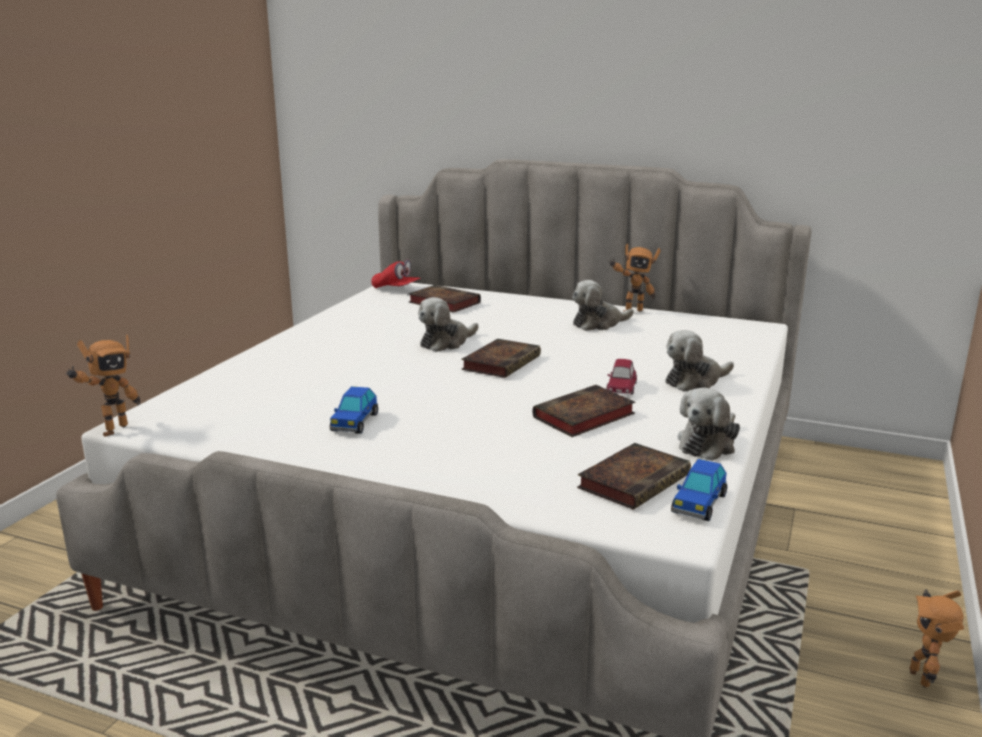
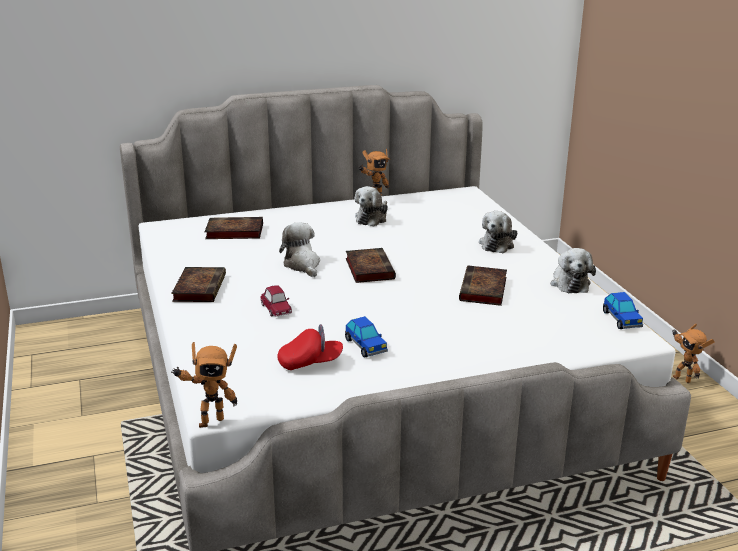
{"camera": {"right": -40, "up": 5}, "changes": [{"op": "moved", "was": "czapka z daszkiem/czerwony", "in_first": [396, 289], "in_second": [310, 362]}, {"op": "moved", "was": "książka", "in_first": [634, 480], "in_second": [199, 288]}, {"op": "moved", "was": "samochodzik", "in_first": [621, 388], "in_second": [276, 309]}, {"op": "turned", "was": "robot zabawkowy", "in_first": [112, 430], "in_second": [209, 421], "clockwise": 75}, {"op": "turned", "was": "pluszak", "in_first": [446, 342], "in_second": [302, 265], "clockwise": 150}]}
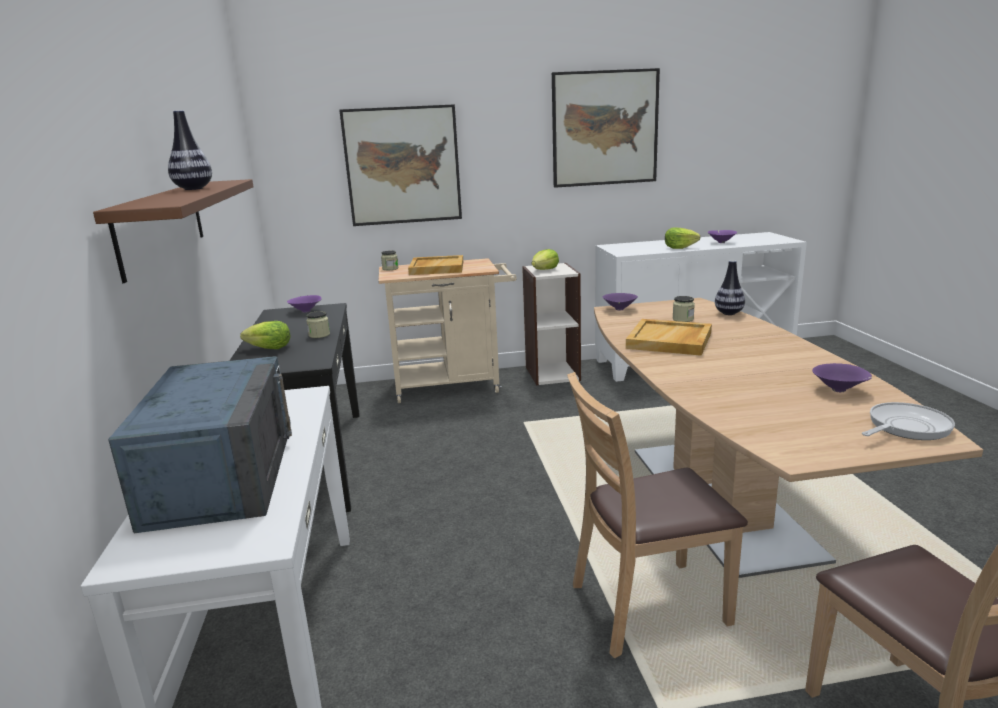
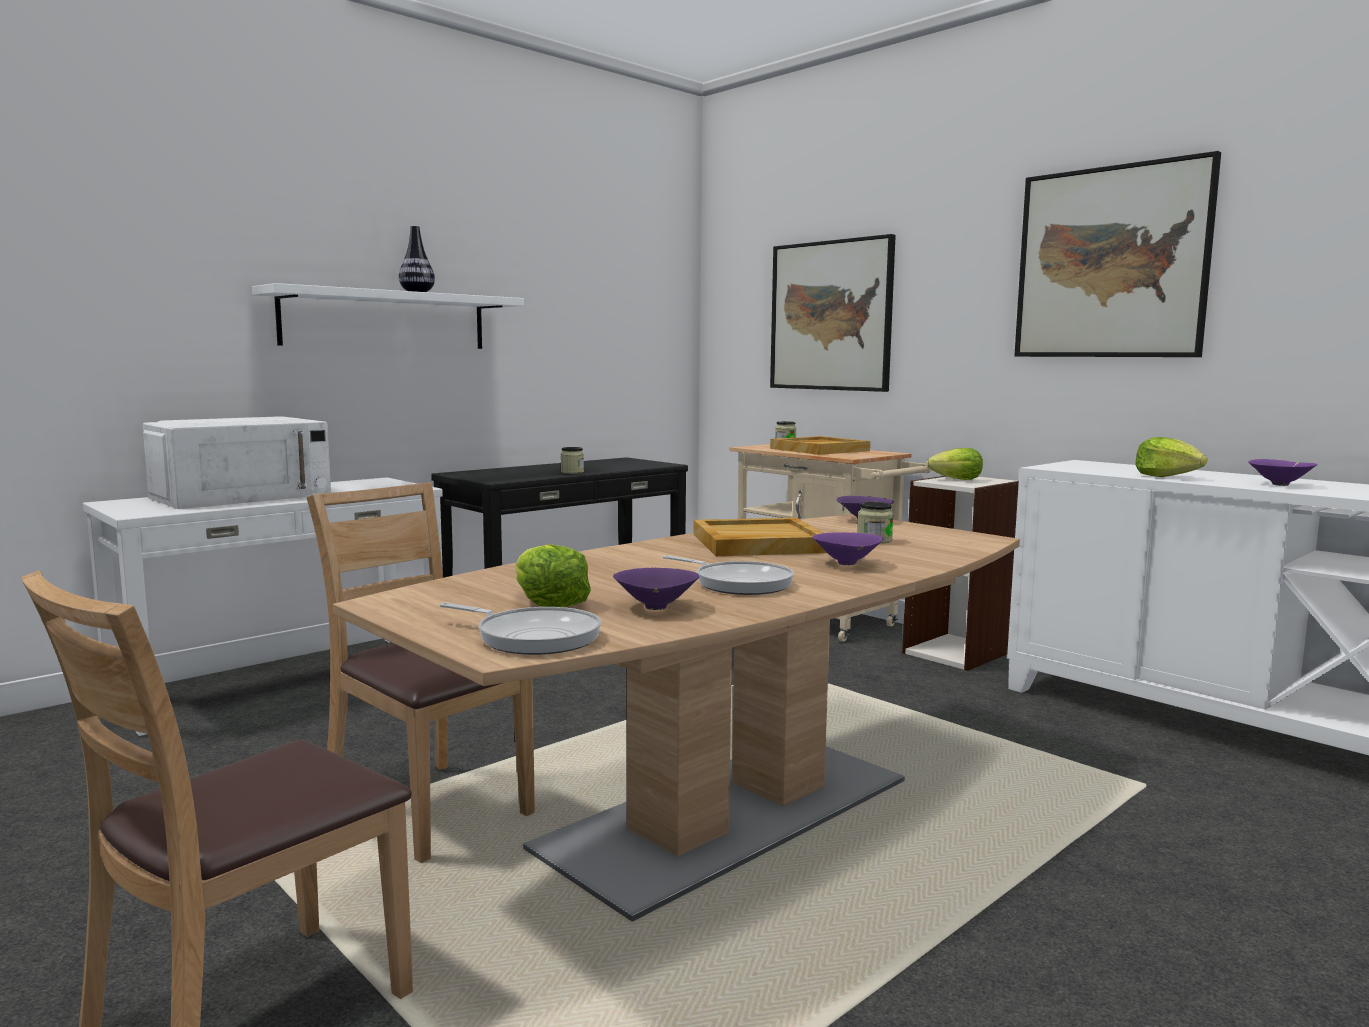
{"camera": {"right": 55, "up": -10}, "changes": [{"op": "removed", "was": "wazon", "in_first": [729, 313]}, {"op": "added", "now": "patelnia", "in_second": [738, 583]}, {"op": "moved", "was": "sałata", "in_first": [269, 348], "in_second": [548, 603]}, {"op": "moved", "was": "miska/fioletowy", "in_first": [306, 311], "in_second": [847, 564]}, {"op": "recoloured", "was": "półka/brązowy", "now": "półka/biały", "in_first": [162, 225], "in_second": [386, 320]}, {"op": "recoloured", "was": "mikrofalówka/niebieski", "now": "mikrofalówka/biały", "in_first": [221, 474], "in_second": [243, 496]}]}
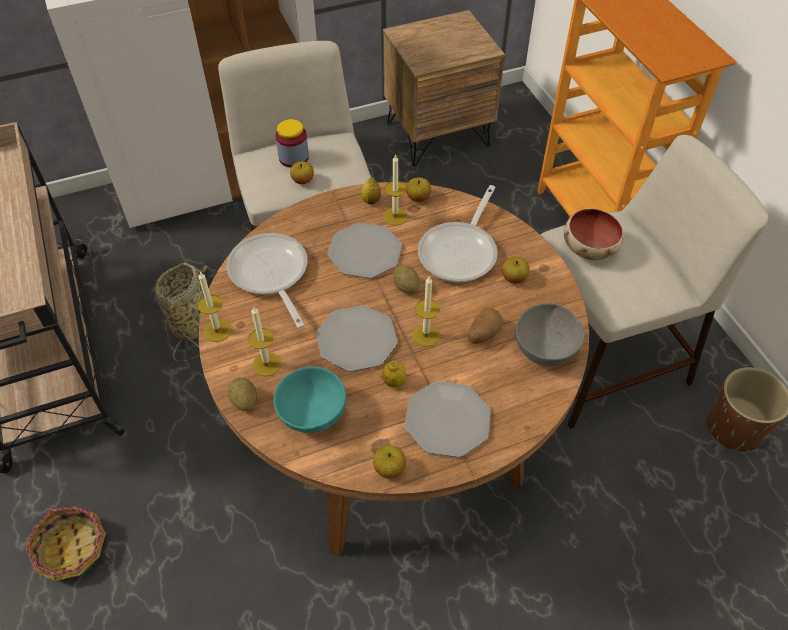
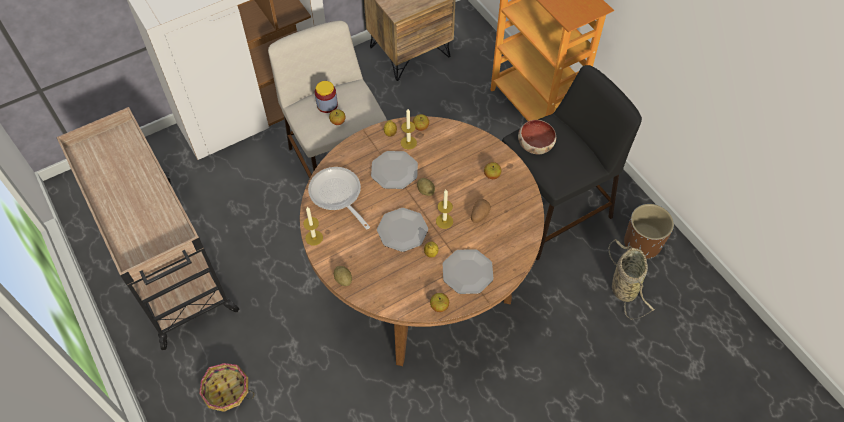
{"camera": {"right": -10, "up": 5}, "changes": [{"op": "removed", "was": "świeca", "in_first": [266, 364]}, {"op": "removed", "was": "miska/turkusowy", "in_first": [312, 415]}, {"op": "removed", "was": "patelnia", "in_first": [461, 251]}, {"op": "removed", "was": "miska/szary", "in_first": [546, 348]}, {"op": "moved", "was": "koszyk", "in_first": [192, 323], "in_second": [623, 286]}, {"op": "recoloured", "was": "stołek/beżowy", "now": "stołek/czarny", "in_first": [601, 363], "in_second": [551, 212]}]}
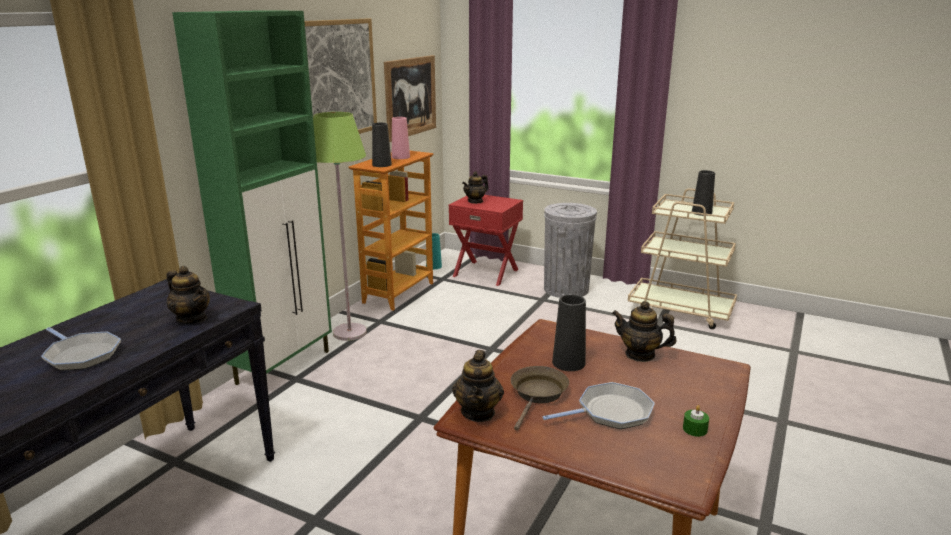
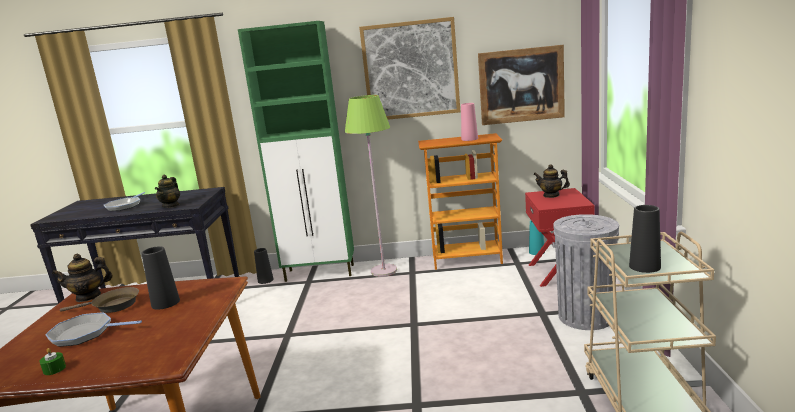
{"camera": {"right": 65, "up": -5}, "changes": [{"op": "removed", "was": "imbryk", "in_first": [640, 355]}, {"op": "moved", "was": "wazon/czarny", "in_first": [381, 165], "in_second": [265, 280]}, {"op": "turned", "was": "patelnia", "in_first": [610, 412], "in_second": [85, 333], "clockwise": 135}]}
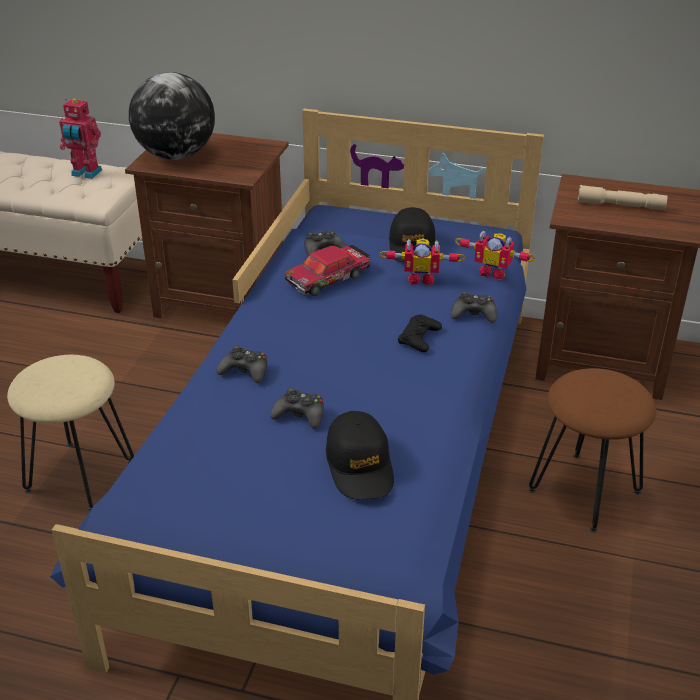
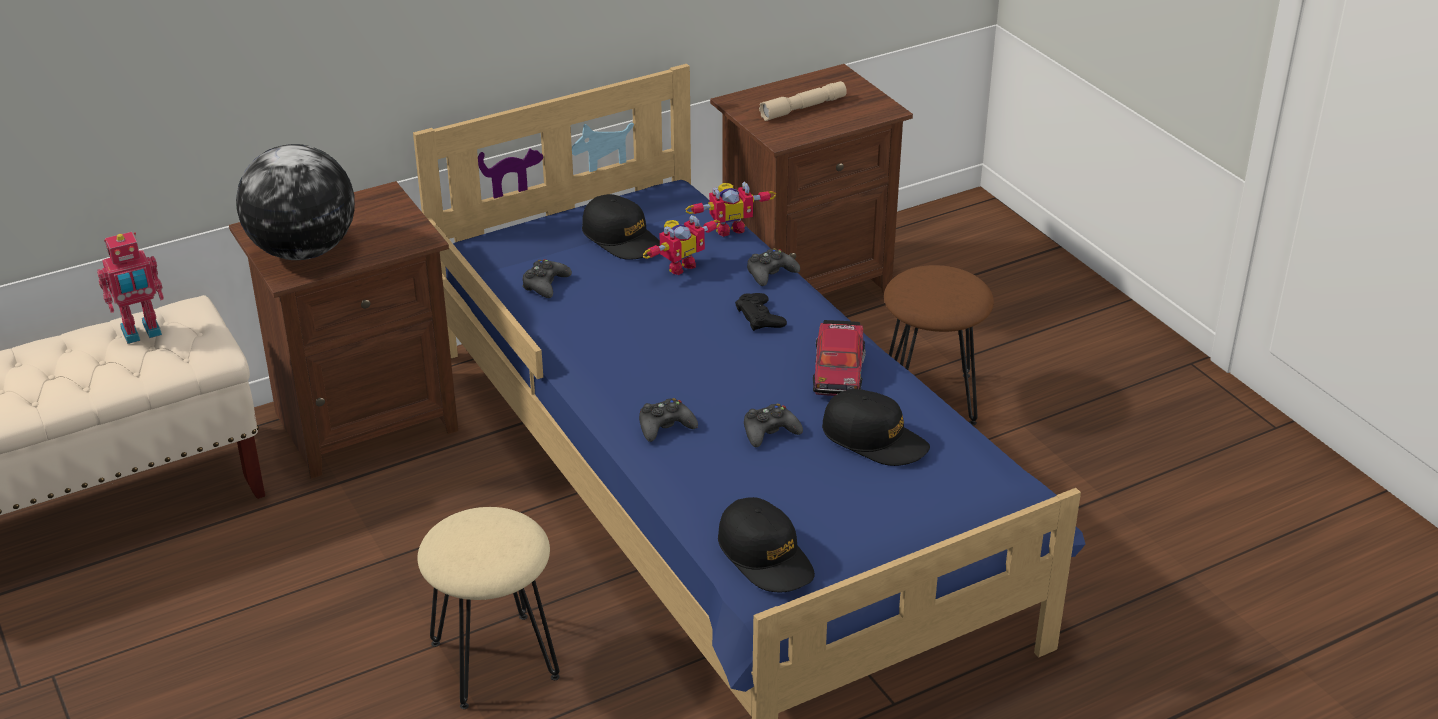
{"camera": {"right": -45, "up": 0}, "changes": [{"op": "added", "now": "czapka z daszkiem/czarny", "in_second": [766, 557]}, {"op": "moved", "was": "samochodzik", "in_first": [328, 278], "in_second": [839, 369]}]}
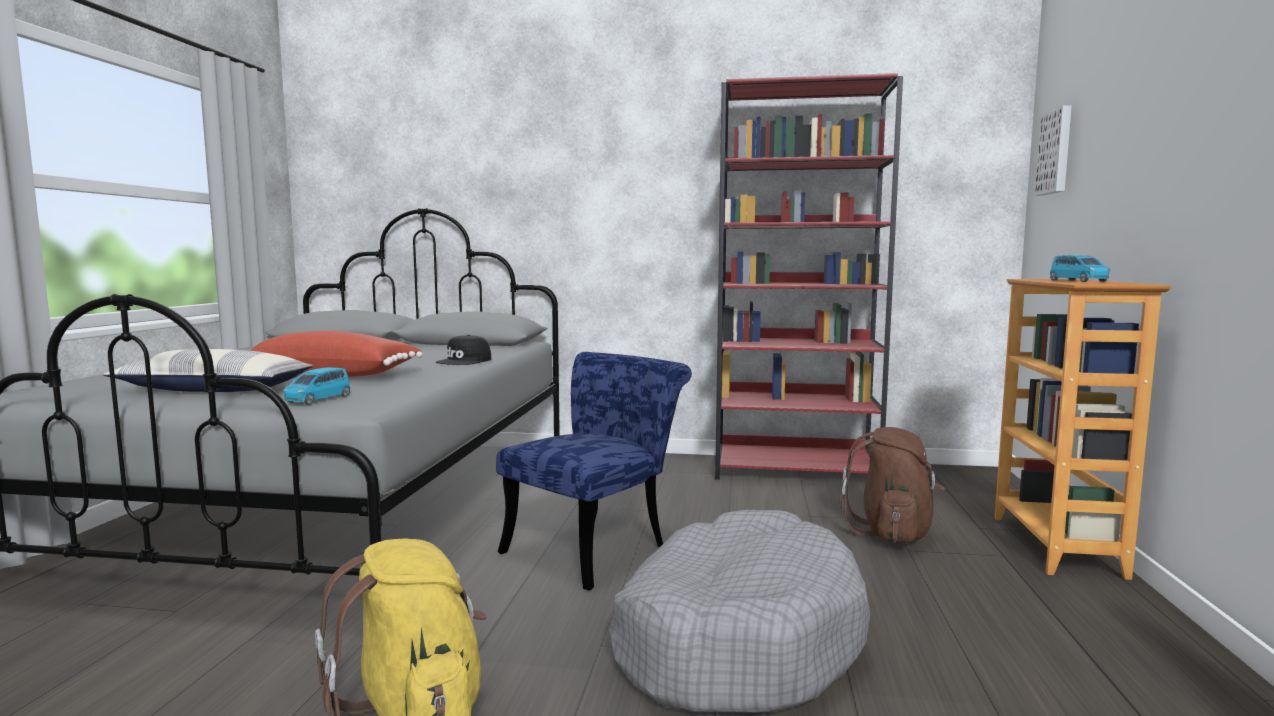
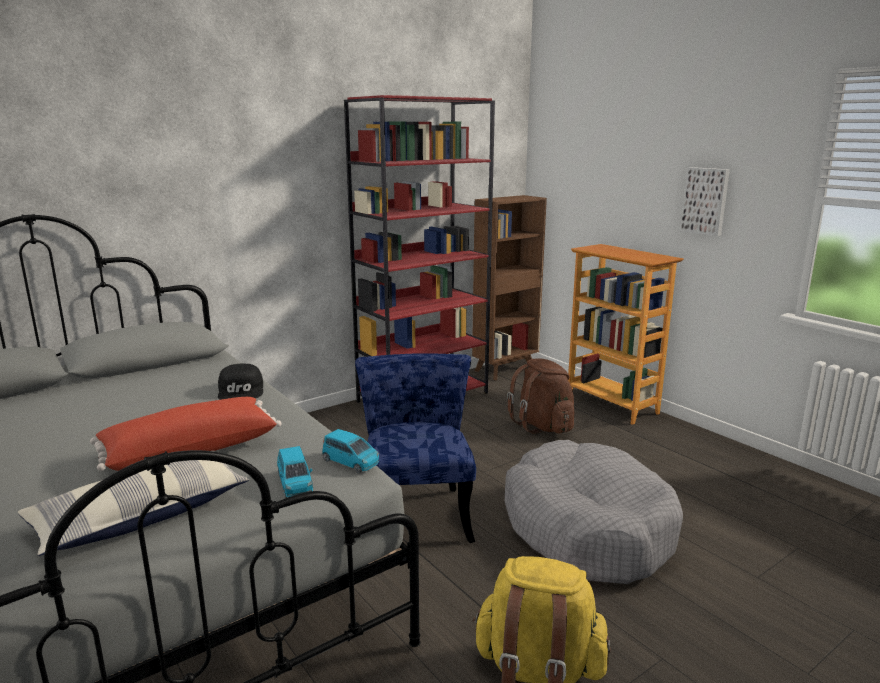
{"camera": {"right": -45, "up": 10}, "changes": [{"op": "added", "now": "regał/brązowy", "in_second": [506, 369]}, {"op": "moved", "was": "obraz", "in_first": [1056, 152], "in_second": [706, 201]}, {"op": "moved", "was": "samochodzik/niebieski", "in_first": [1078, 281], "in_second": [350, 462]}]}
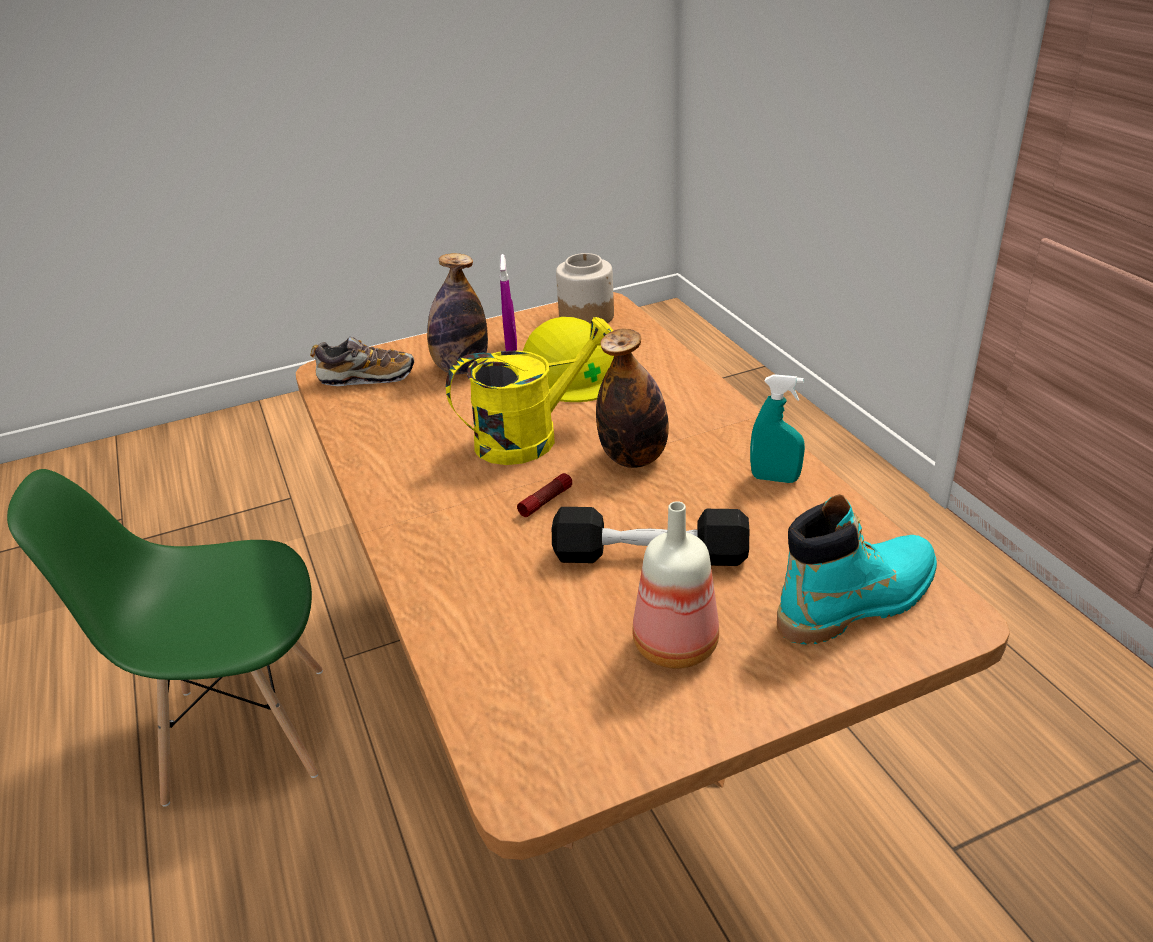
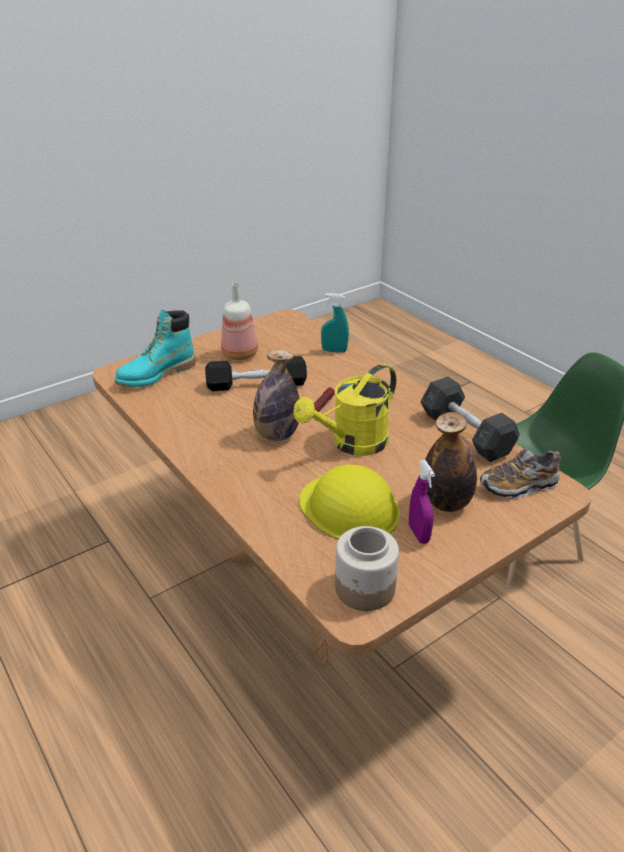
{"camera": {"right": 165, "up": 0}, "changes": [{"op": "added", "now": "hantel/szary", "in_second": [465, 433]}, {"op": "moved", "was": "spryskiwacz/turkusowy", "in_first": [775, 478], "in_second": [334, 351]}]}
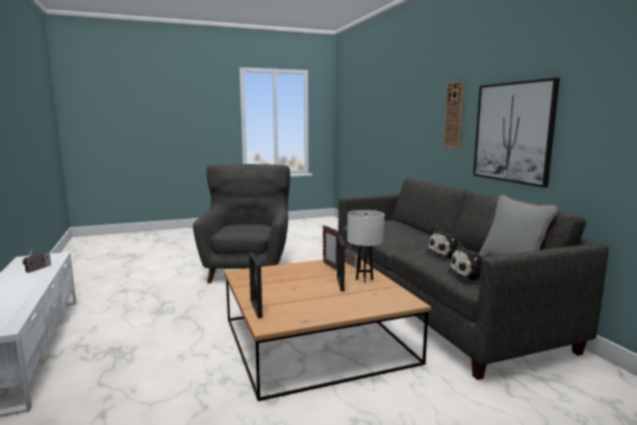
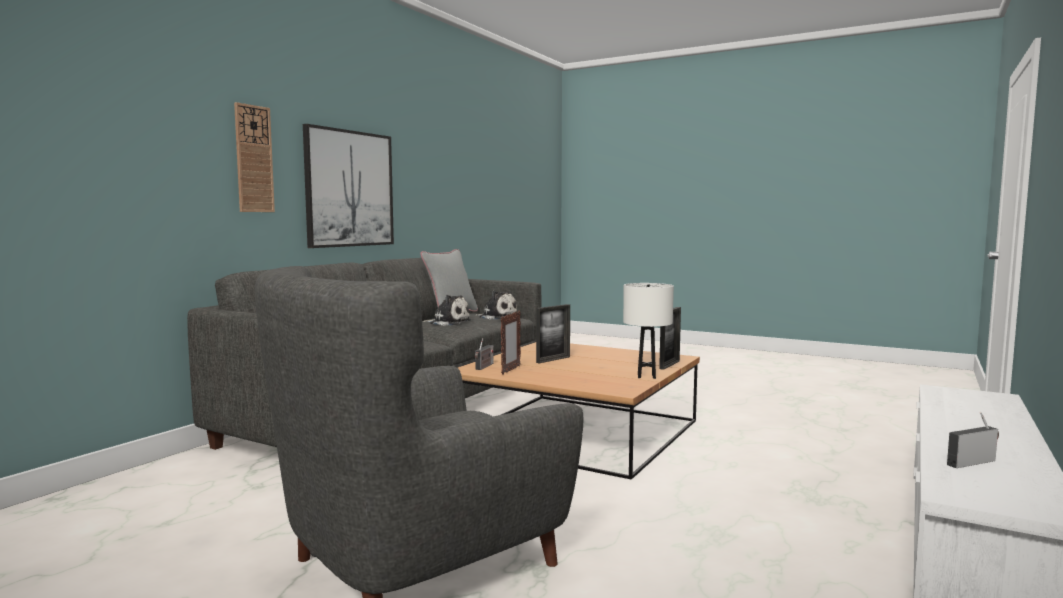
{"camera": {"right": -130, "up": -5}, "changes": [{"op": "moved", "was": "lampa stołowa/biały", "in_first": [364, 279], "in_second": [646, 376]}]}
